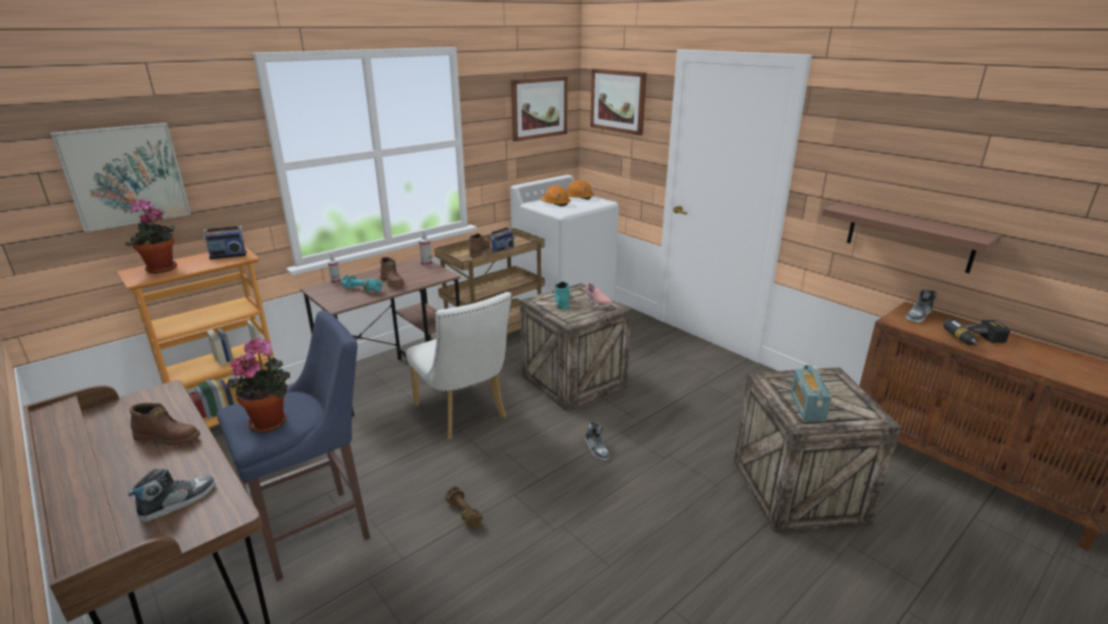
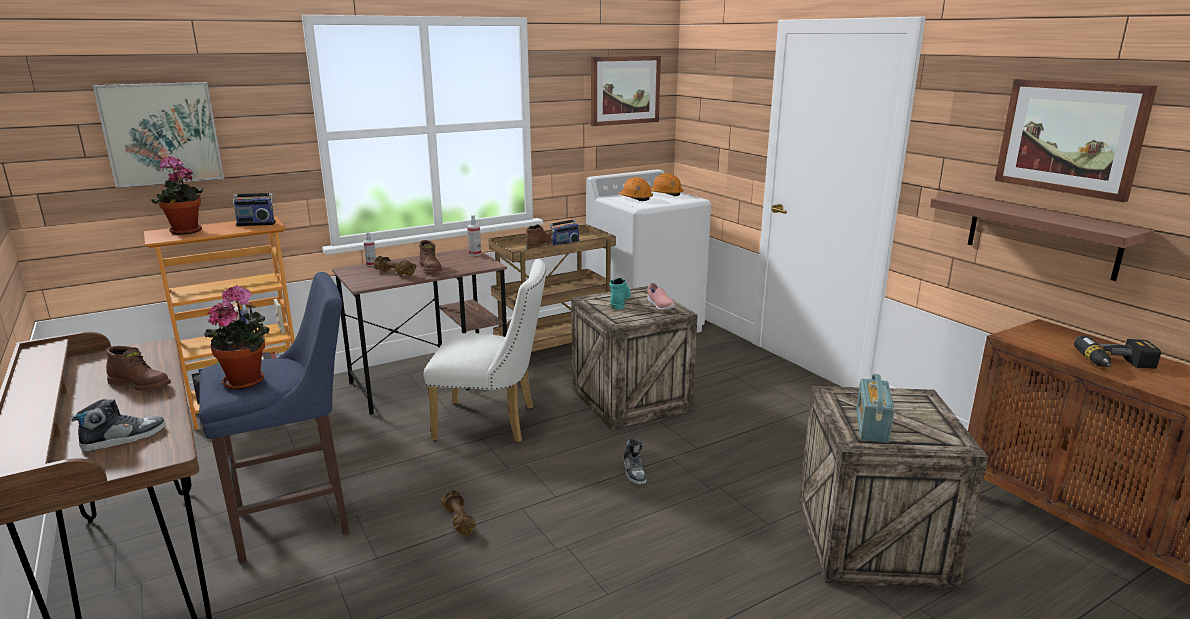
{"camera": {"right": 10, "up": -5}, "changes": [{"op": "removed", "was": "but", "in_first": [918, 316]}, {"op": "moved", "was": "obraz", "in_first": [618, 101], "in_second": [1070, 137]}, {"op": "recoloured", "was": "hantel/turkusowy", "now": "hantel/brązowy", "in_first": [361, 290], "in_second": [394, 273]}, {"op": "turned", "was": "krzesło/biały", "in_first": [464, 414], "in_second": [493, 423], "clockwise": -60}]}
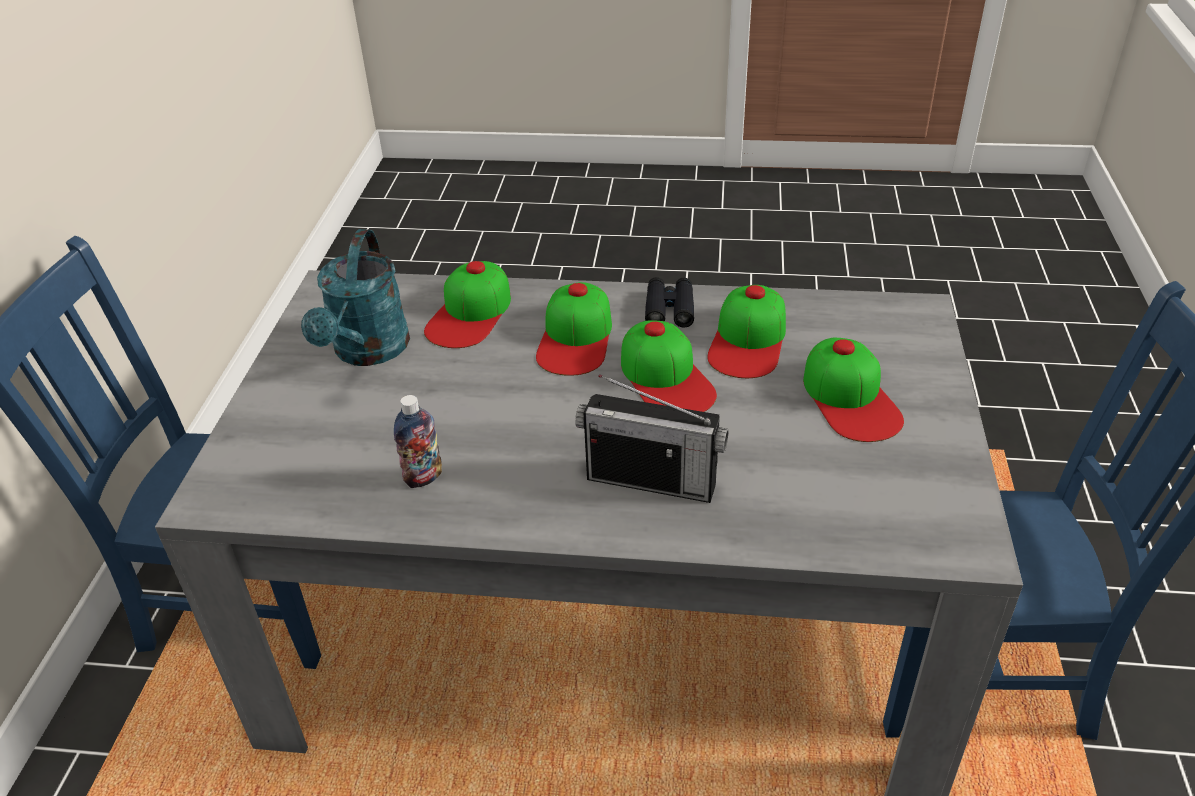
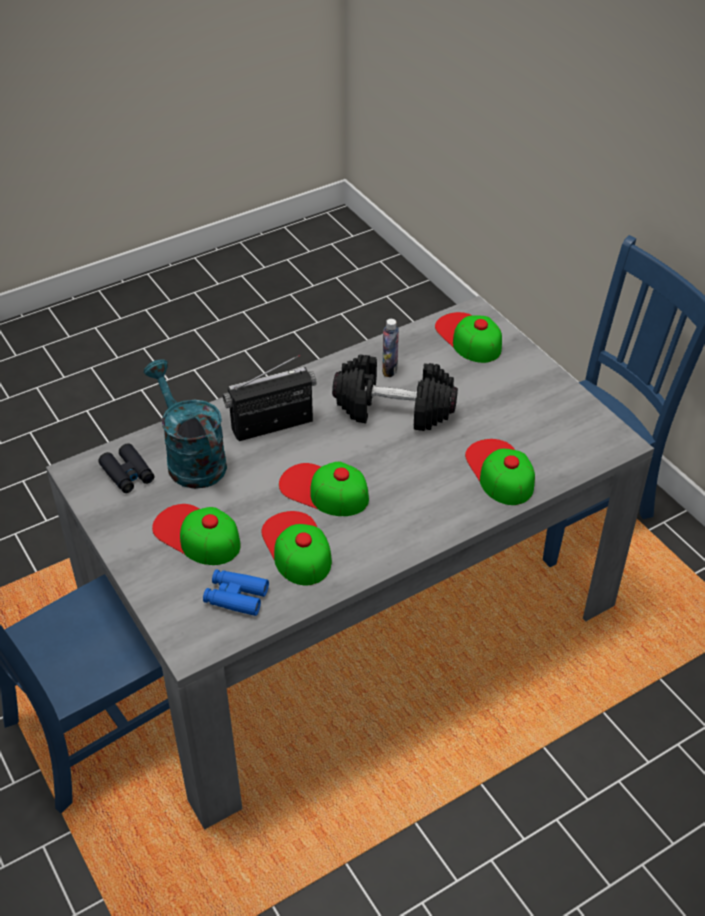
{"camera": {"right": 140, "up": 5}, "changes": [{"op": "added", "now": "lornetka/niebieski", "in_second": [236, 597]}, {"op": "added", "now": "hantel/czarny", "in_second": [393, 410]}, {"op": "moved", "was": "konewka/turkusowy", "in_first": [367, 352], "in_second": [190, 458]}, {"op": "moved", "was": "czapka z daszkiem", "in_first": [576, 338], "in_second": [468, 337]}, {"op": "moved", "was": "lornetka/czarny", "in_first": [669, 309], "in_second": [128, 474]}]}
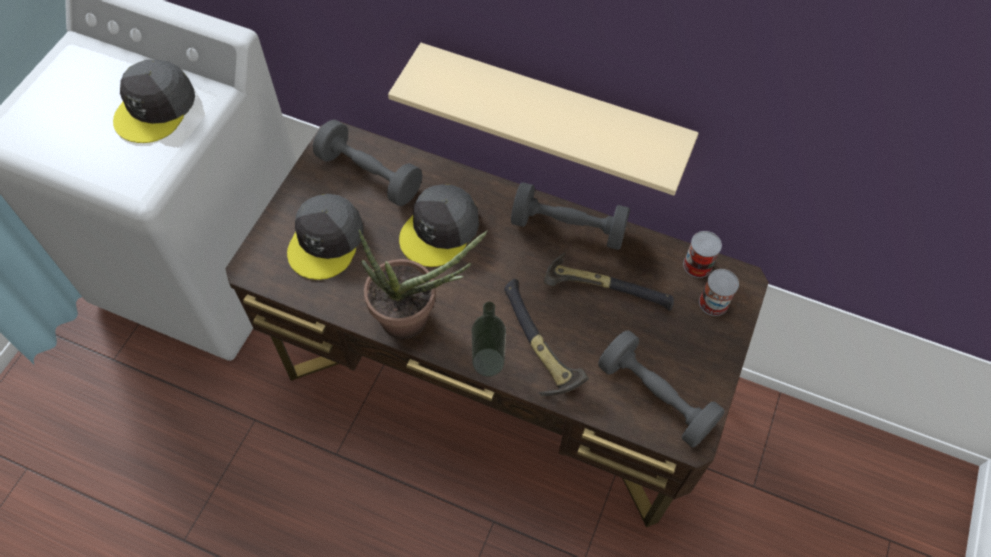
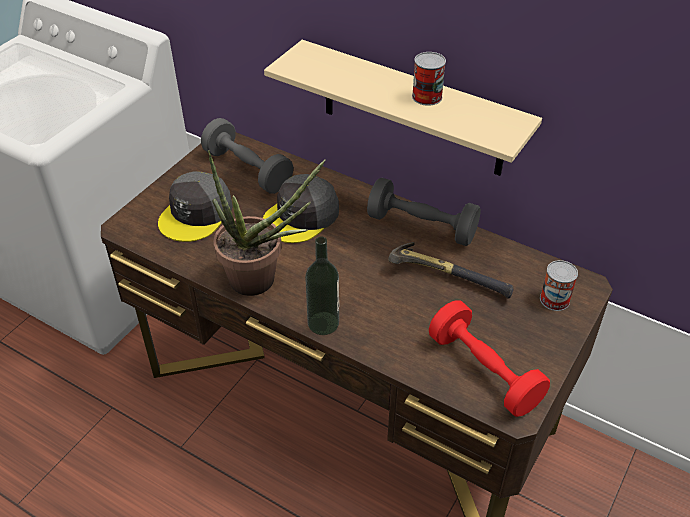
{"camera": {"right": 10, "up": -15}, "changes": [{"op": "removed", "was": "czapka z daszkiem/szary", "in_first": [155, 108]}, {"op": "removed", "was": "młotek", "in_first": [536, 347]}, {"op": "moved", "was": "puszka", "in_first": [697, 265], "in_second": [427, 96]}, {"op": "recoloured", "was": "hantel/szary", "now": "hantel/czerwony", "in_first": [655, 397], "in_second": [484, 371]}]}
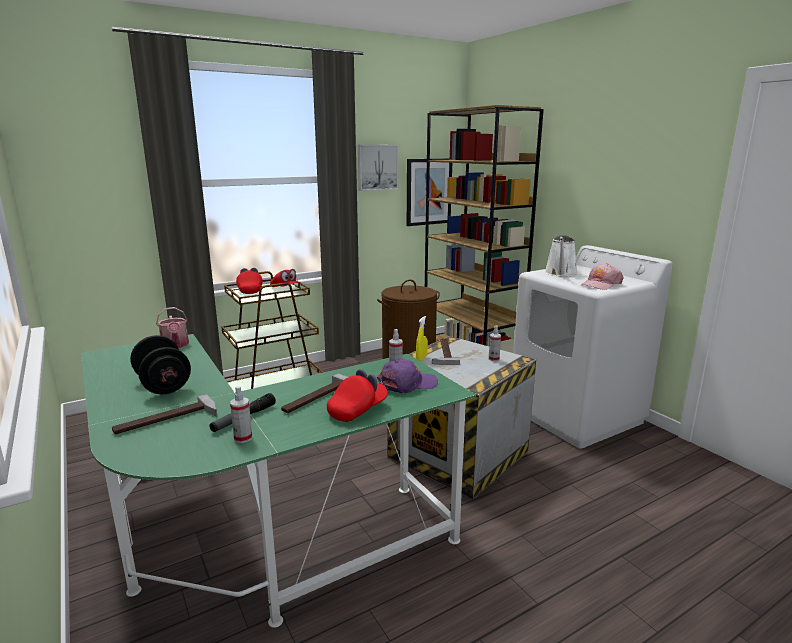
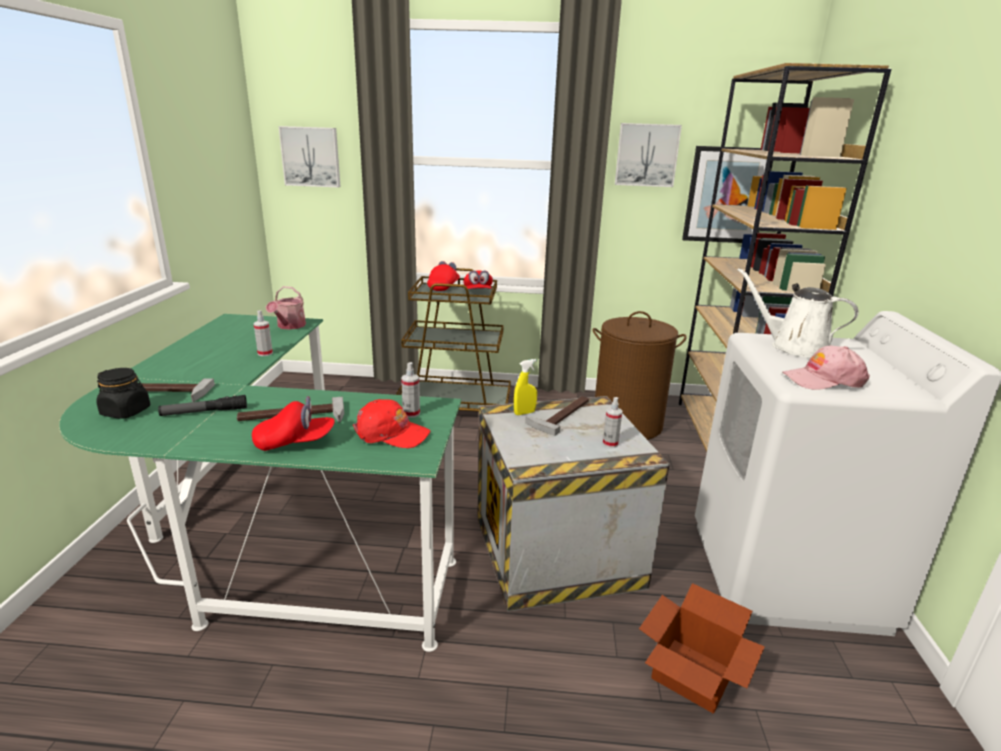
{"camera": {"right": 35, "up": 5}, "changes": [{"op": "removed", "was": "hantel/czarny", "in_first": [163, 385]}, {"op": "added", "now": "słoik/czarny", "in_second": [126, 411]}, {"op": "added", "now": "obraz", "in_second": [311, 156]}, {"op": "added", "now": "karton", "in_second": [690, 675]}, {"op": "moved", "was": "spryskiwacz", "in_first": [243, 438], "in_second": [265, 353]}, {"op": "recoloured", "was": "czapka z daszkiem/fioletowy", "now": "czapka z daszkiem/czerwony", "in_first": [407, 384], "in_second": [391, 433]}, {"op": "turned", "was": "konewka/biały", "in_first": [560, 273], "in_second": [793, 347], "clockwise": 75}]}
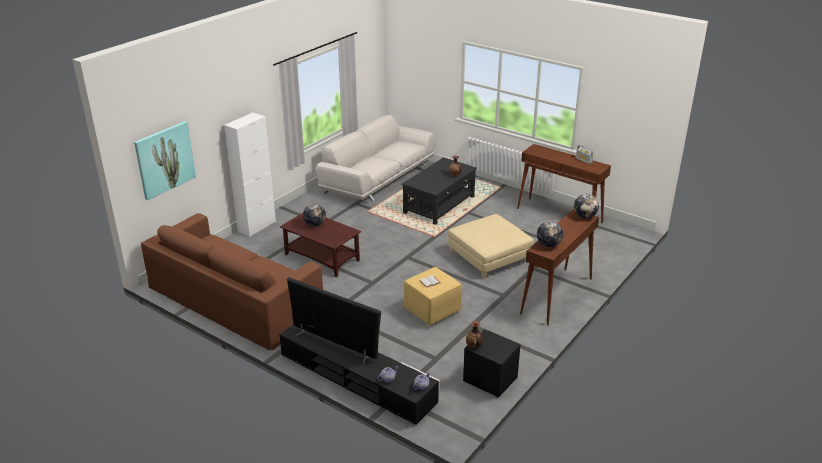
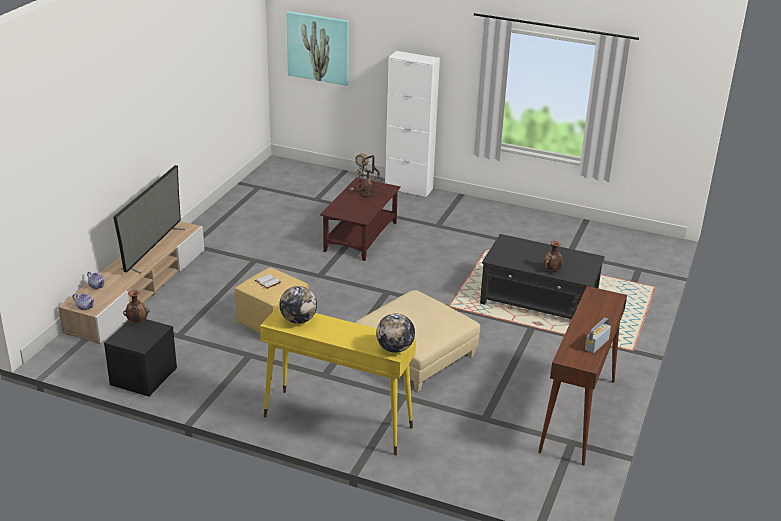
{"camera": {"right": 75, "up": 0}, "changes": [{"op": "removed", "was": "kanapa/brązowy", "in_first": [234, 298]}, {"op": "removed", "was": "kanapa/biały", "in_first": [378, 179]}, {"op": "replaced", "was": "globus", "now": "lampa stołowa", "in_first": [315, 224], "in_second": [368, 195]}, {"op": "recoloured", "was": "szafka pod telewizor/czarny", "now": "szafka pod telewizor/beżowy", "in_first": [357, 378], "in_second": [138, 290]}, {"op": "recoloured", "was": "stolik konsolowy/brązowy", "now": "stolik konsolowy/żółty", "in_first": [556, 296], "in_second": [337, 422]}]}
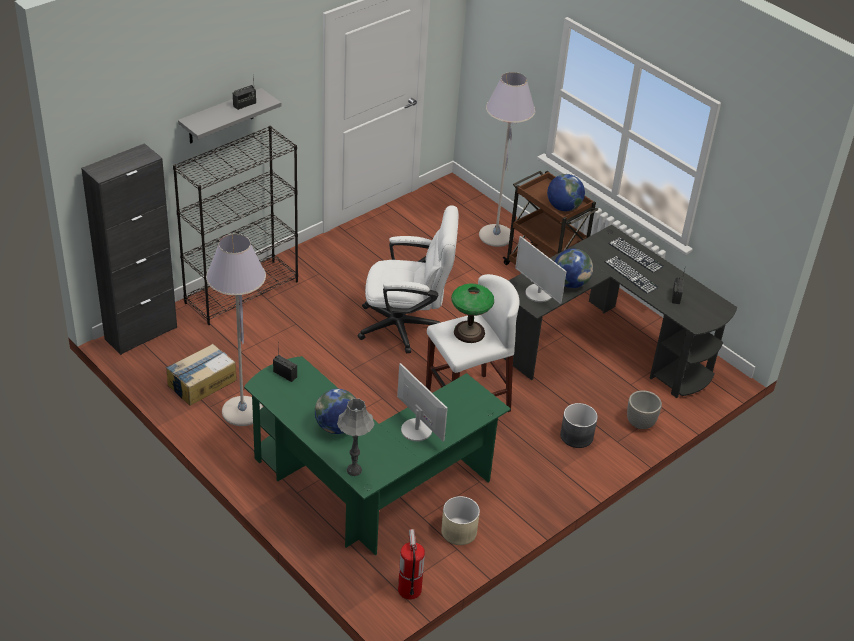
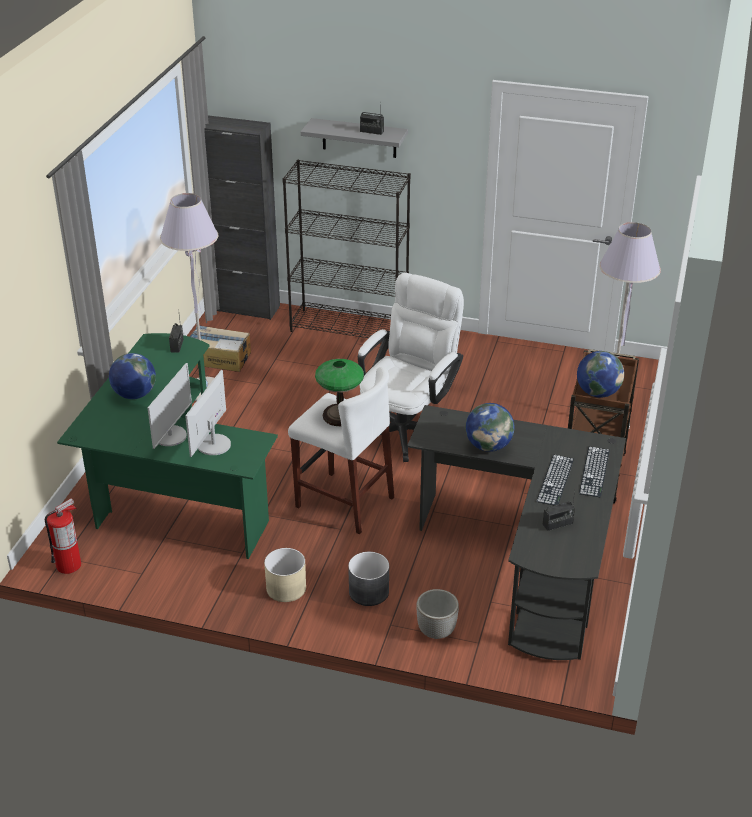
{"camera": {"right": 60, "up": -5}, "changes": [{"op": "removed", "was": "lampa stołowa/szary", "in_first": [354, 470]}, {"op": "moved", "was": "donica/beżowy", "in_first": [458, 531], "in_second": [286, 588]}, {"op": "moved", "was": "monitor", "in_first": [538, 293], "in_second": [213, 445]}, {"op": "turned", "was": "krzesło biurowe/biały", "in_first": [407, 327], "in_second": [407, 427], "clockwise": -120}]}
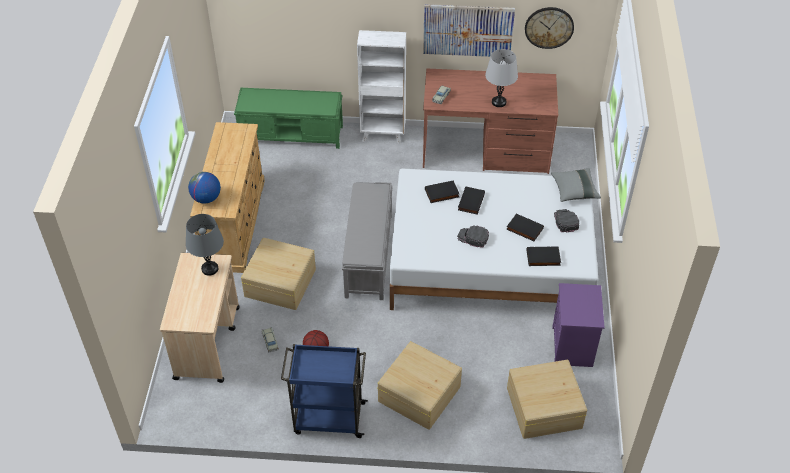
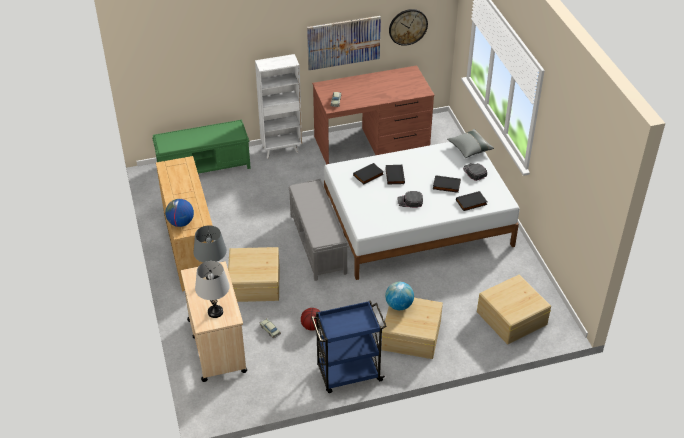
{"camera": {"right": -20, "up": -5}, "changes": [{"op": "removed", "was": "szafka nocna/fioletowy", "in_first": [573, 347]}, {"op": "added", "now": "globus", "in_second": [399, 305]}, {"op": "moved", "was": "lampa stołowa/szary", "in_first": [499, 102], "in_second": [215, 312]}]}
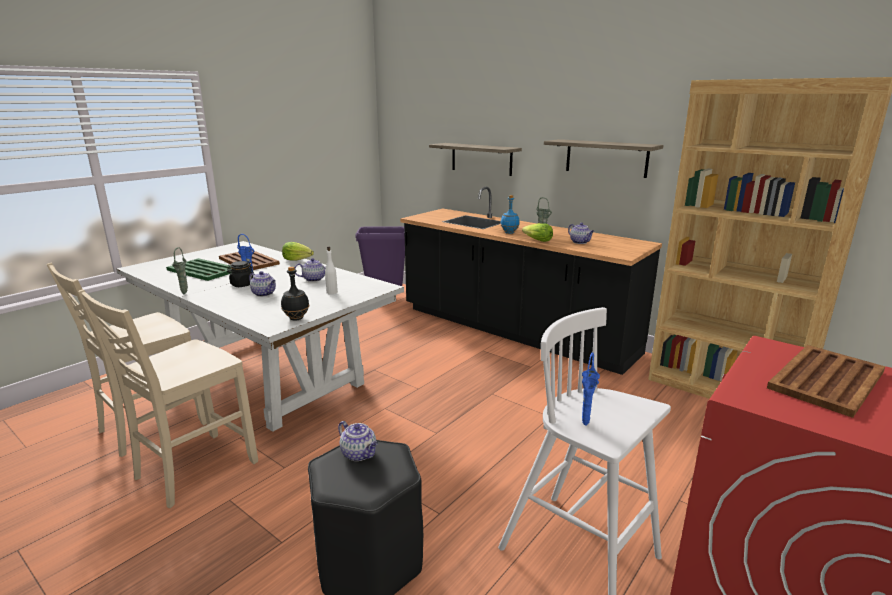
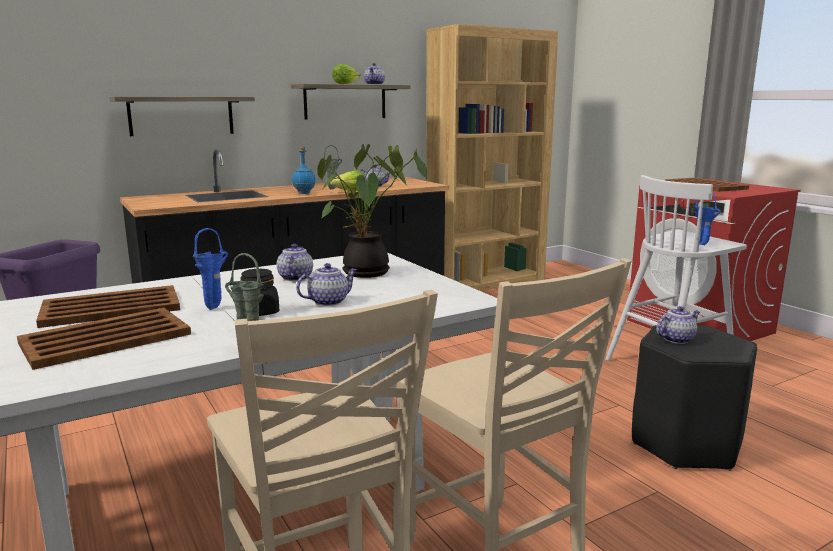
{"camera": {"right": -70, "up": -5}, "changes": [{"op": "removed", "was": "butelka/czarny", "in_first": [296, 318]}, {"op": "added", "now": "imbryk", "in_second": [374, 84]}, {"op": "moved", "was": "sałata", "in_first": [298, 260], "in_second": [345, 84]}, {"op": "replaced", "was": "butelka/biały", "now": "roślina doniczkowa", "in_first": [331, 292], "in_second": [367, 273]}, {"op": "recoloured", "was": "taca/zielony", "now": "taca/brązowy", "in_first": [202, 270], "in_second": [104, 339]}]}
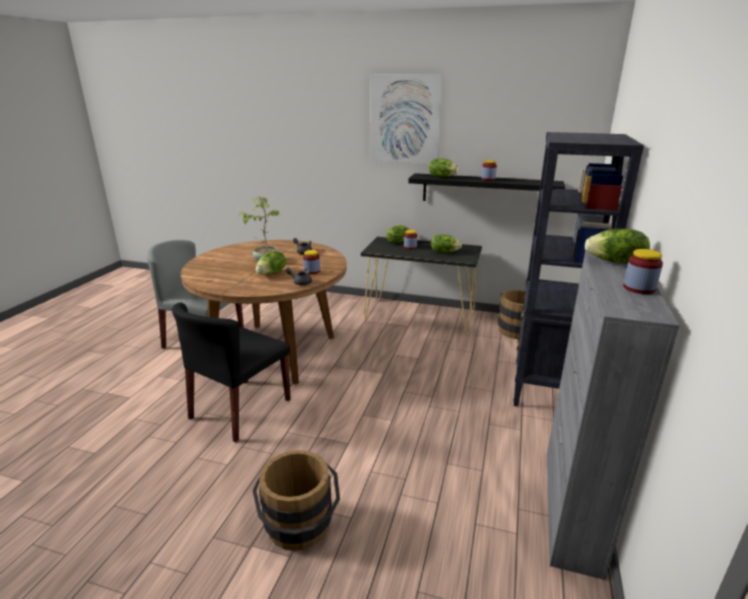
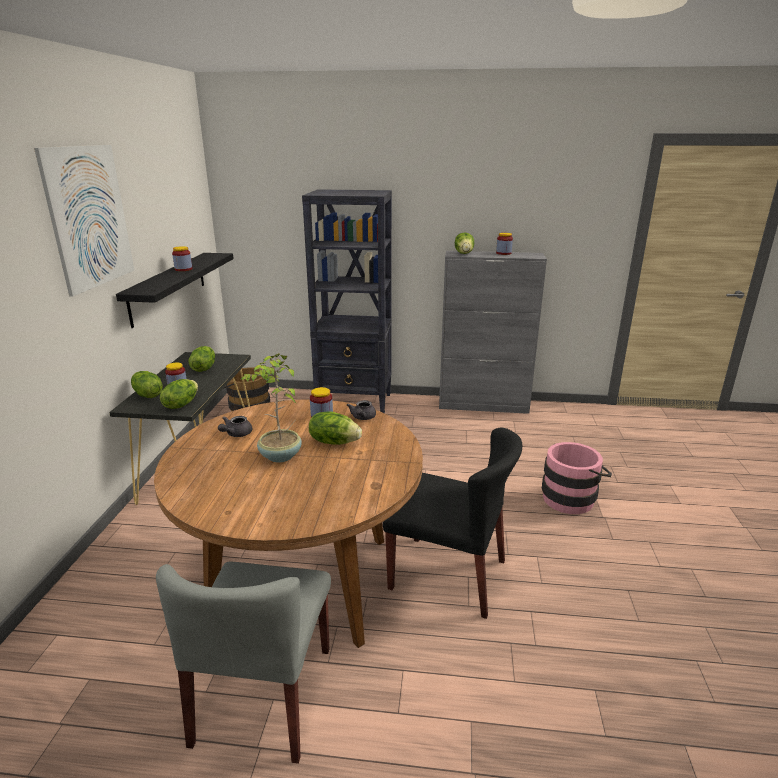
{"camera": {"right": -100, "up": 0}, "changes": [{"op": "moved", "was": "sałata", "in_first": [442, 177], "in_second": [181, 404]}, {"op": "recoloured", "was": "wiadro/brązowy", "now": "wiadro/różowy", "in_first": [300, 529], "in_second": [571, 497]}]}
